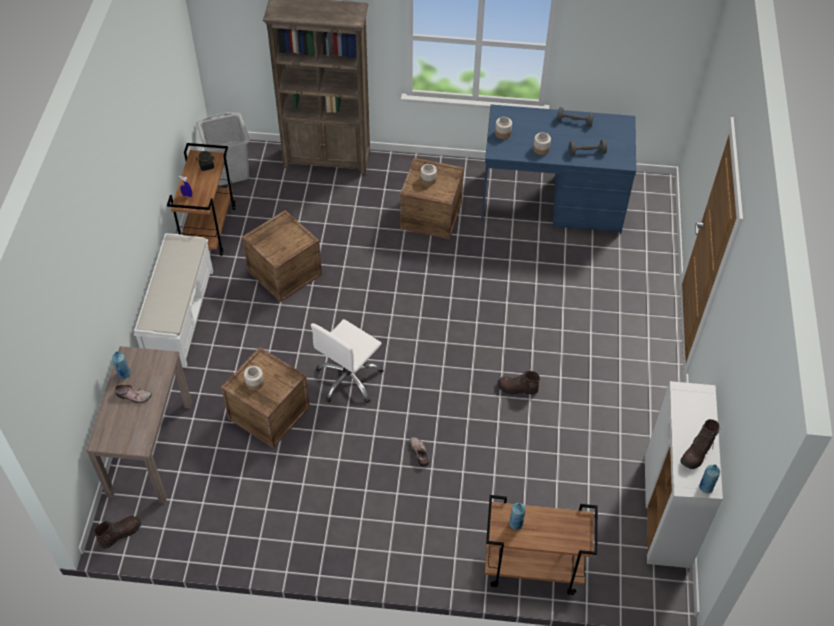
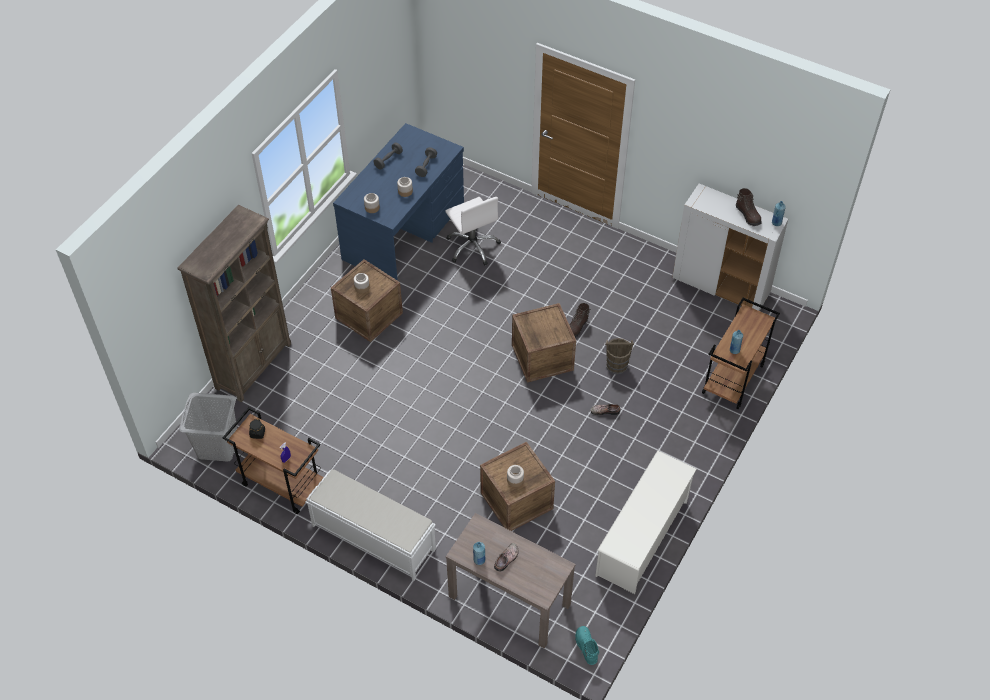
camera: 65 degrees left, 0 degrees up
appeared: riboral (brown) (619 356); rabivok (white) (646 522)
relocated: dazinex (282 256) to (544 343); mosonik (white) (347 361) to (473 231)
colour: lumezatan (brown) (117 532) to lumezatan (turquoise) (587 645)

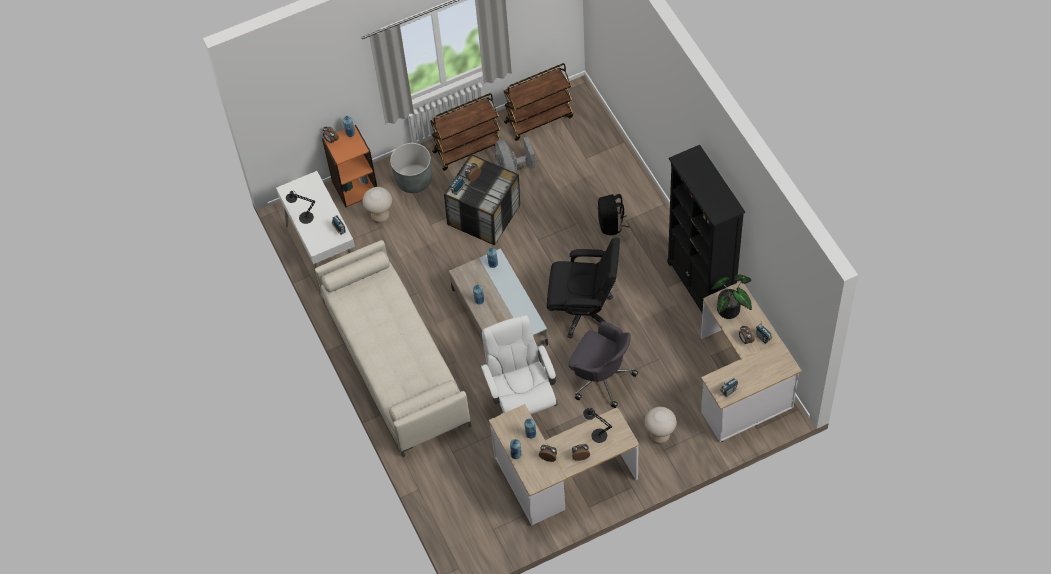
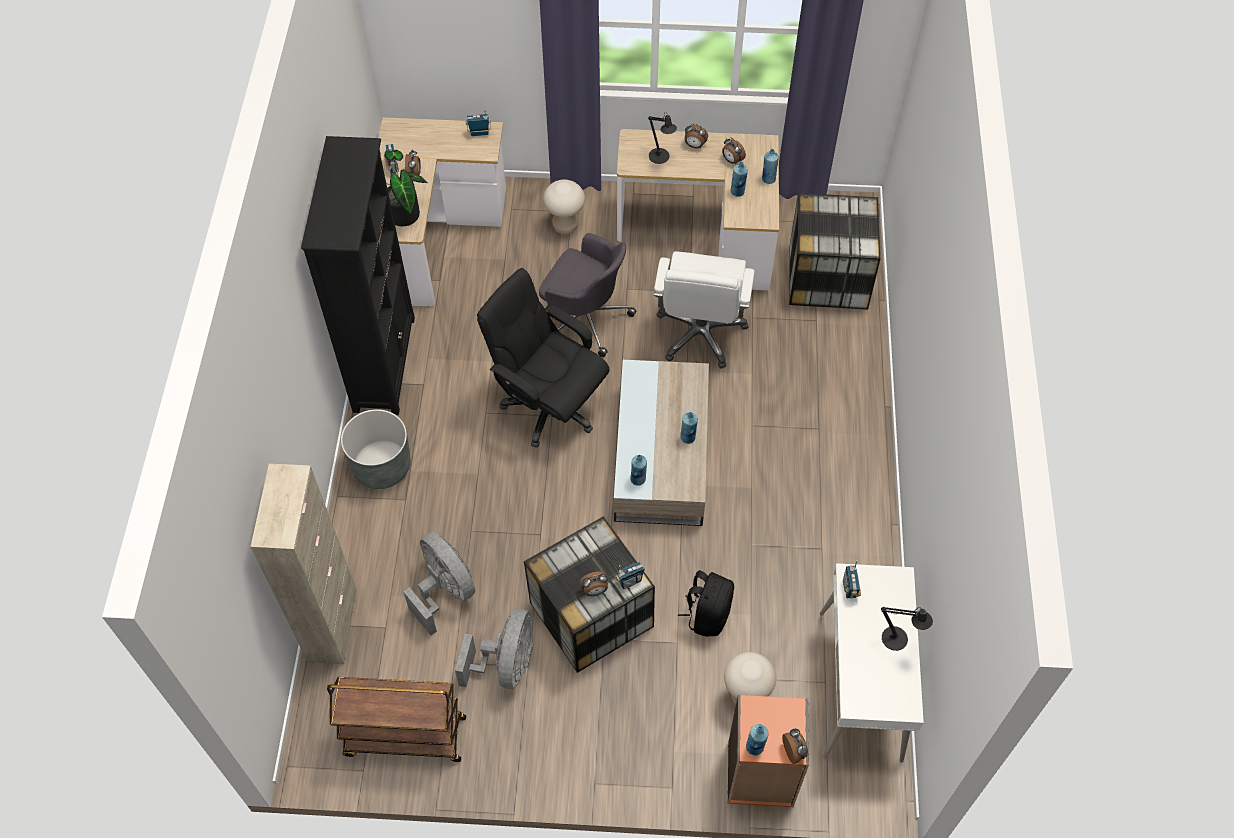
camera: 155 degrees left, 0 degrees up
missing: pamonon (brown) (465 132); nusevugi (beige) (393 348)
appeared: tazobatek (835 251); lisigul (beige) (304 564); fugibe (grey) (439 583)
relocated: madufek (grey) (411 168) to (376 449); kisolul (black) (613 215) to (706 603)
spun: mosonik (grey) (603 364) = (587 295) 150 degrees clockwise

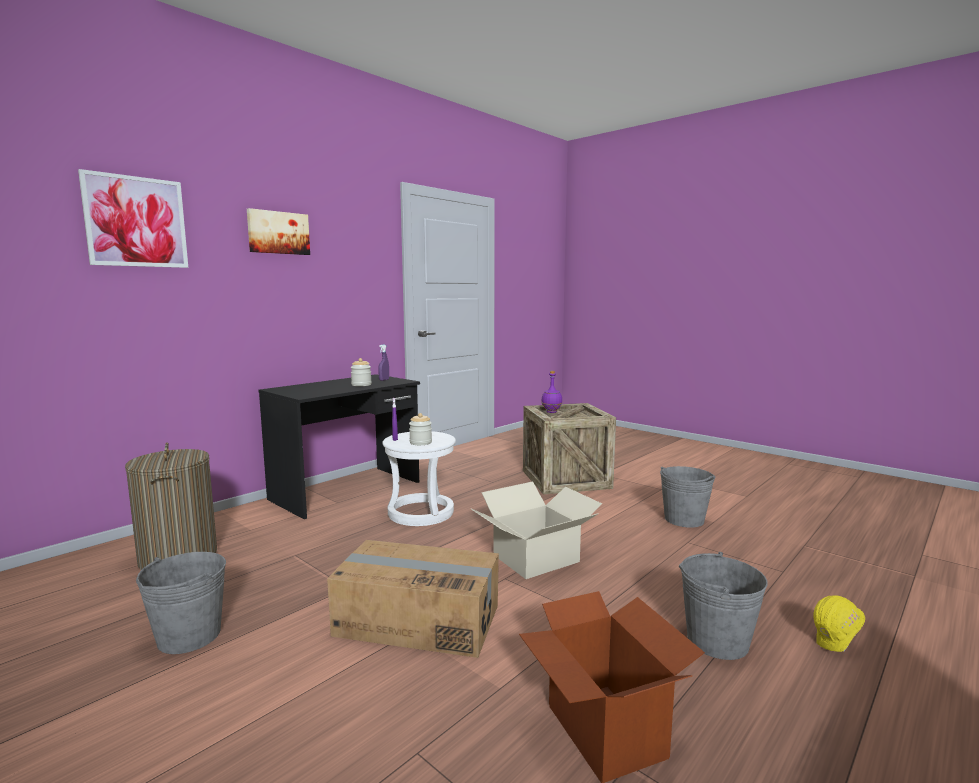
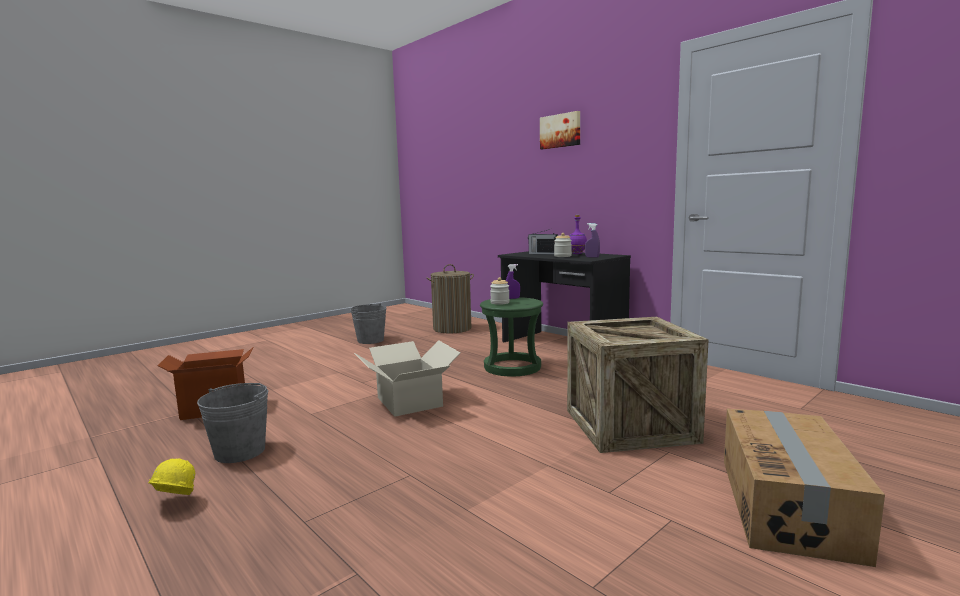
camera: 95 degrees right, 0 degrees up
missing: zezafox (133 218); riboral (grey) (687 497)
appeared: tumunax (543 242)
relocated: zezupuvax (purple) (551 392) to (578 234); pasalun (413 599) to (804 488)
colour: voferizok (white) (419 478) to voferizok (green) (511 337)

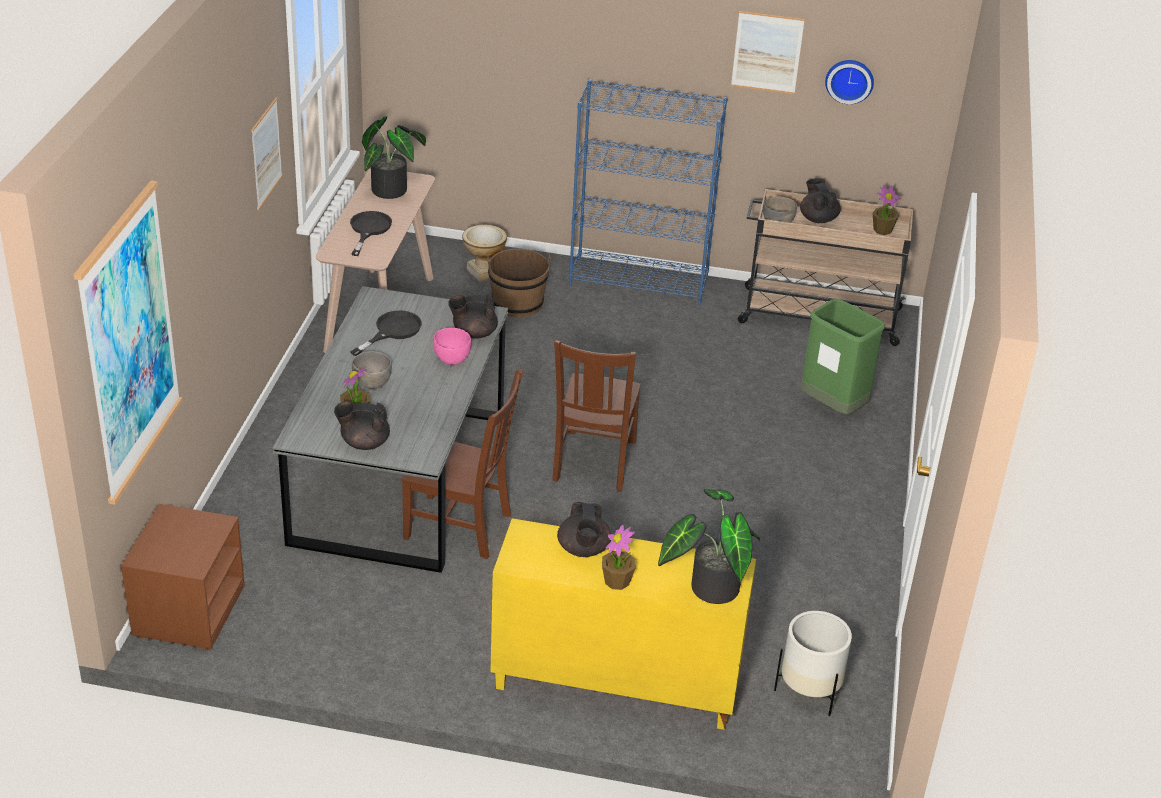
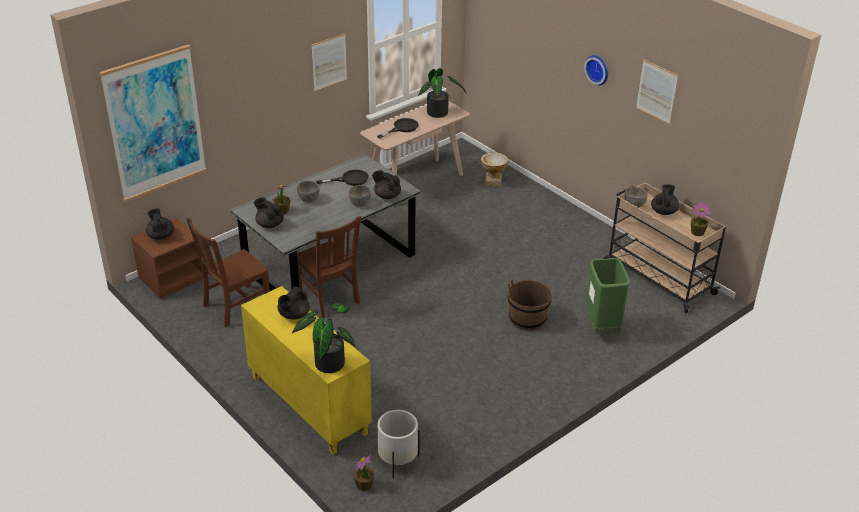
camera: 40 degrees right, 0 degrees up
missing: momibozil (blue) (648 192)
appeared: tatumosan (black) (160 224)
relocated: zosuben (849 82) to (596 70); riboral (brown) (519 283) to (530 305); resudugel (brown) (596 416) to (228 272); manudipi (619 557) to (364 472)
colour: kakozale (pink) (452 346) to kakozale (grey) (360 196)

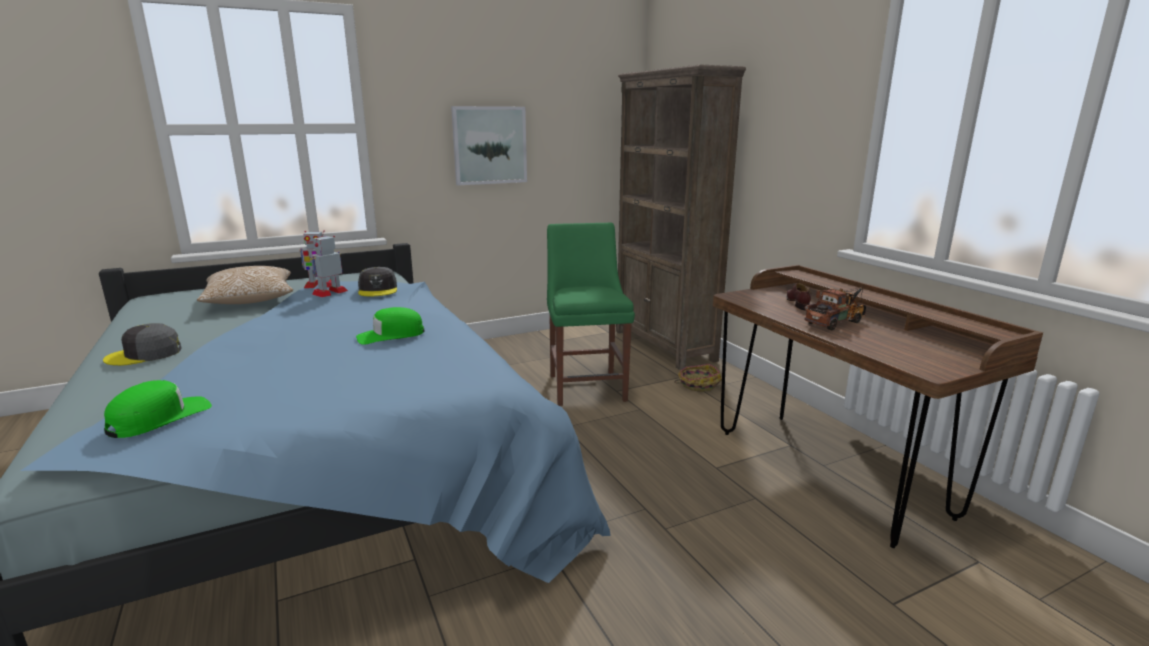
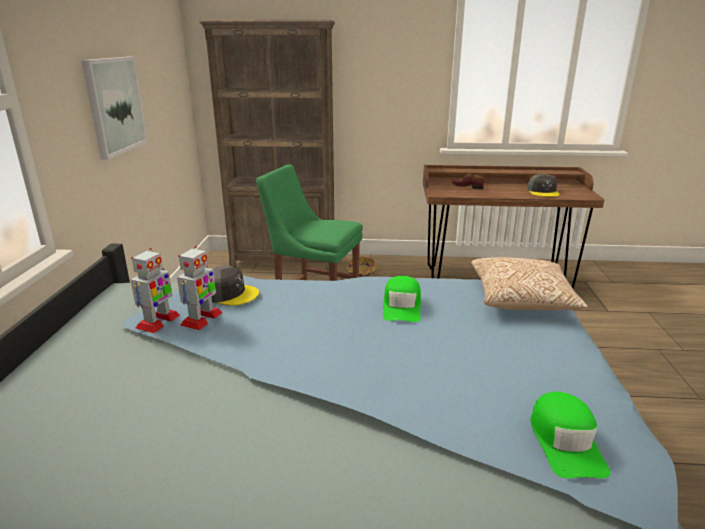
camera: 60 degrees left, 5 degrees up
missing: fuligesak (835 308)
relocated: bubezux (245 285) to (529 283); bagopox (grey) (142 344) to (543 185)
spun: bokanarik (329 266) = (200 288) 135 degrees counterclockwise; bagopox (green) (158 409) = (570 435) 150 degrees counterclockwise

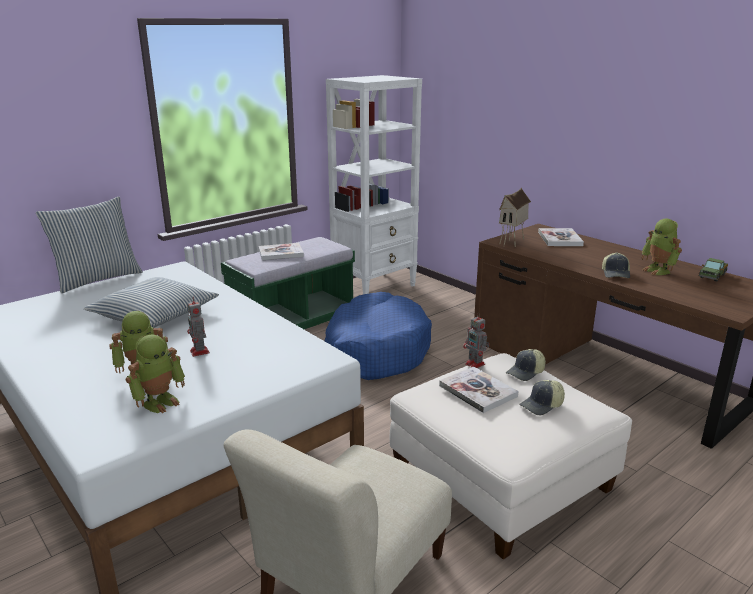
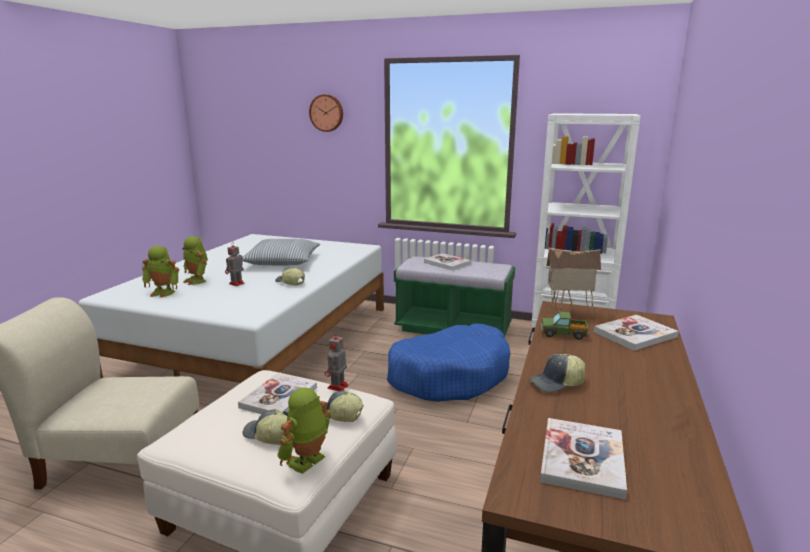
camera: 60 degrees right, 5 degrees down
missing: bubezux (89 244)
appeared: zosuben (326 113); bagopox (290 276); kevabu (583 459)
relocated: bokanarik (662 247) to (304 431); fuligesak (713 269) to (565 325)

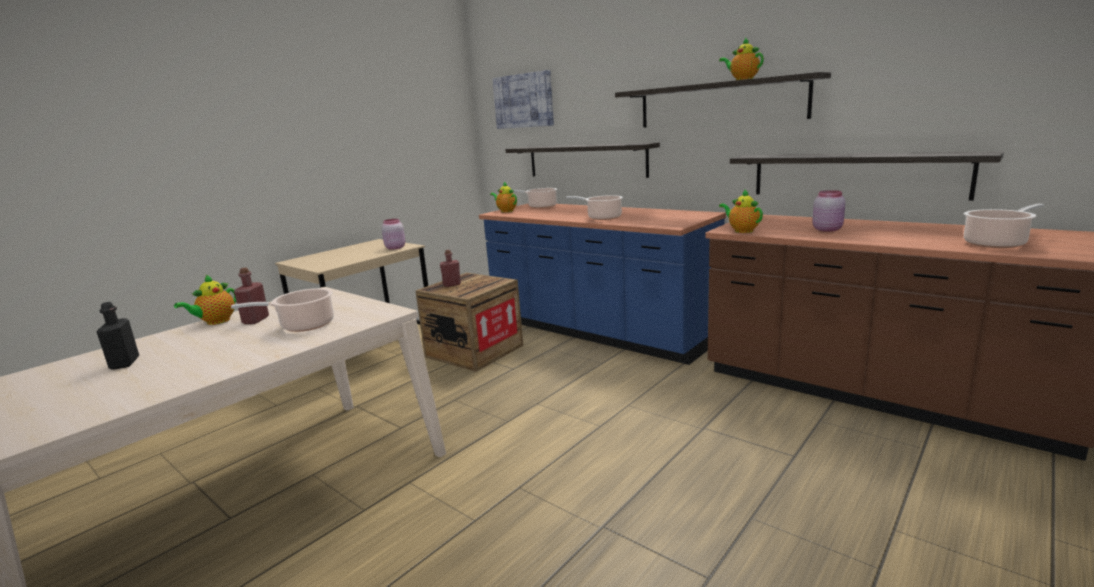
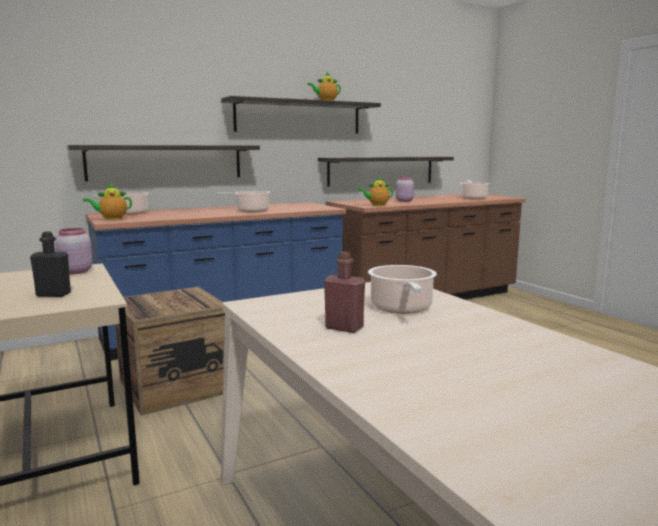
camera: 70 degrees left, 5 degrees down
missing: zezafox (523 99); zezupuvax (red) (450 268); tatumosan (205 300)
relocated: zezupuvax (black) (117 336) to (50 264)

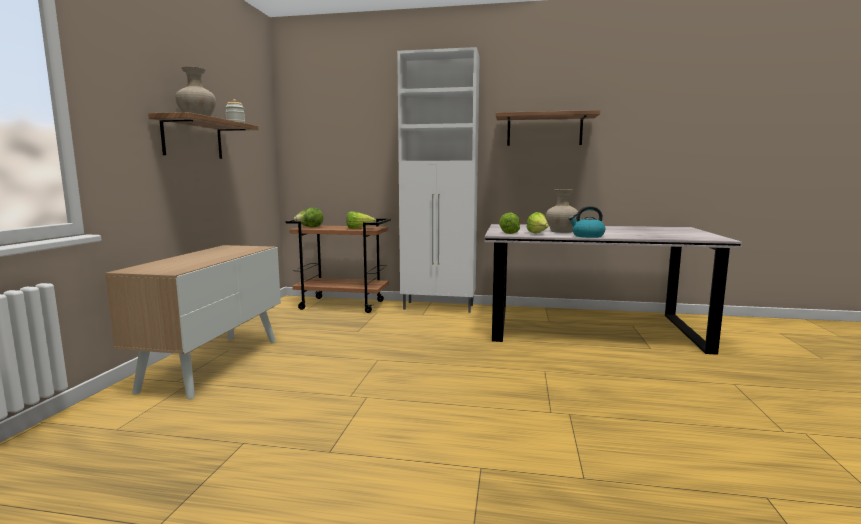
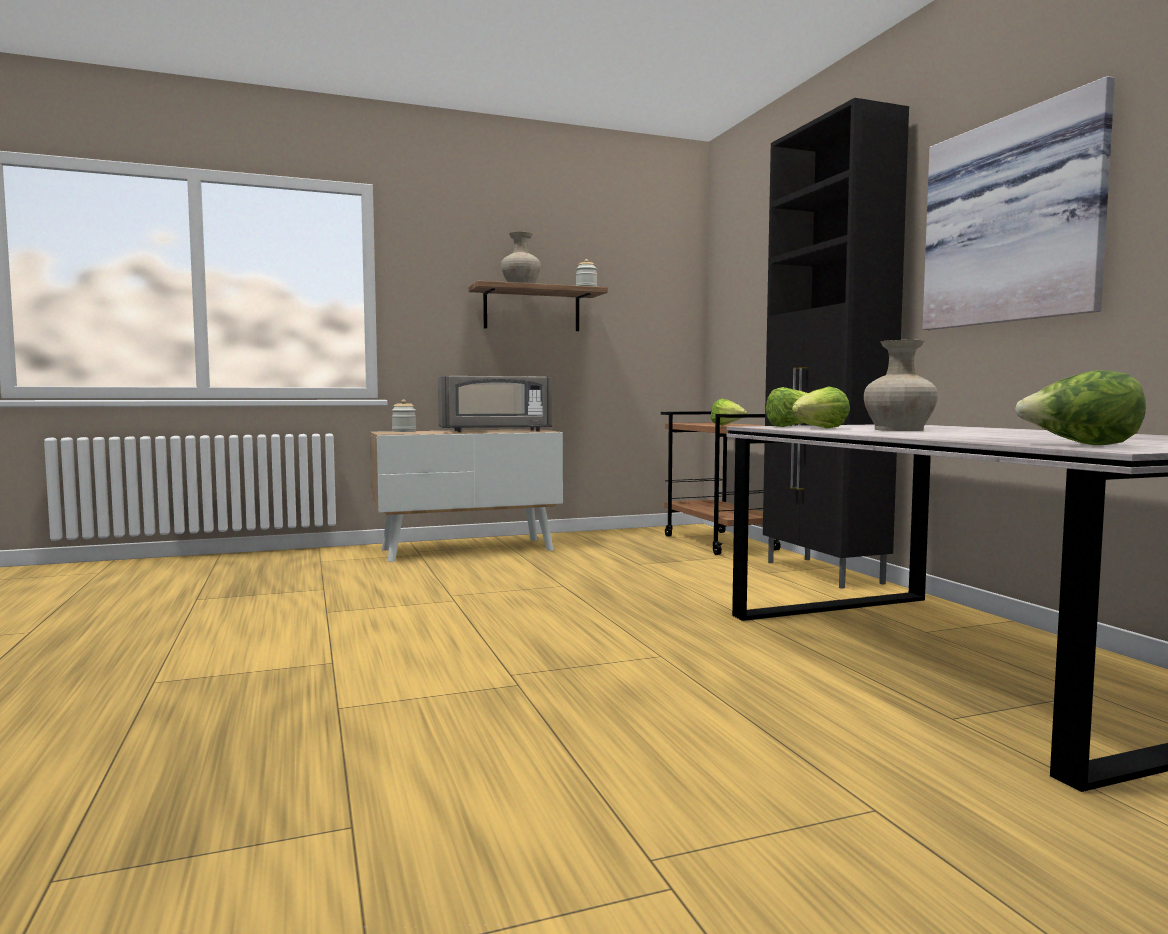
camera: 60 degrees right, 5 degrees down
missing: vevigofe (587 222)
appeared: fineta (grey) (495 404); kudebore (404 415)
relocated: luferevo (308 218) to (1080 407)
exchanged: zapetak (548 128) to zezafox (1019 203)
colour: lisigul (white) (438 180) to lisigul (black) (836 343)

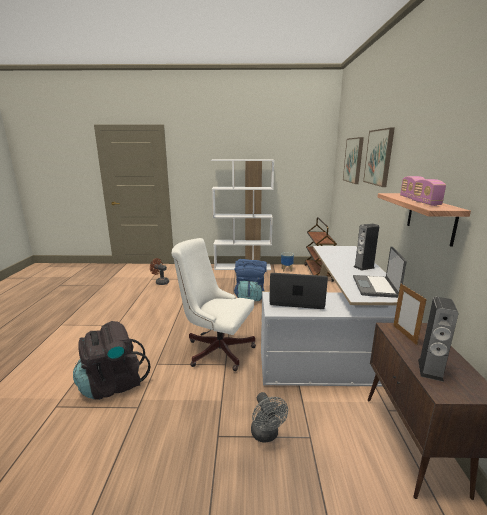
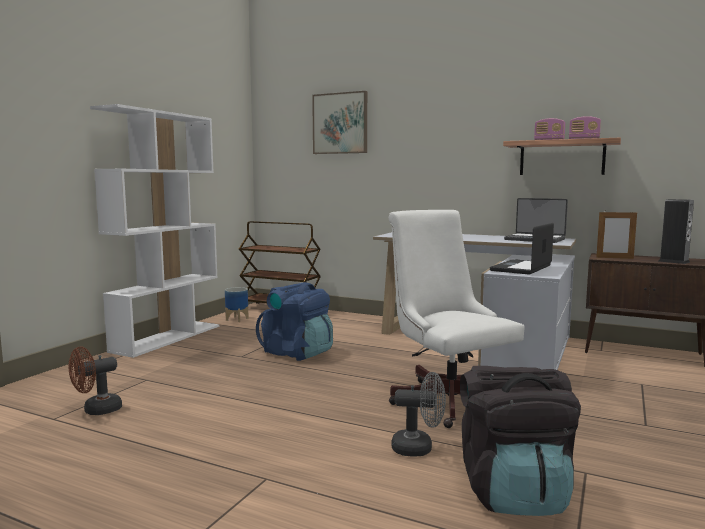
camera: 65 degrees left, 10 degrees down
missing: zezafox (379 157); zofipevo (366 247)
relocated: fugibe (grey) (269 417) to (418 414)
spun: mosonik (white) (214 304) = (457 319) 105 degrees clockwise

